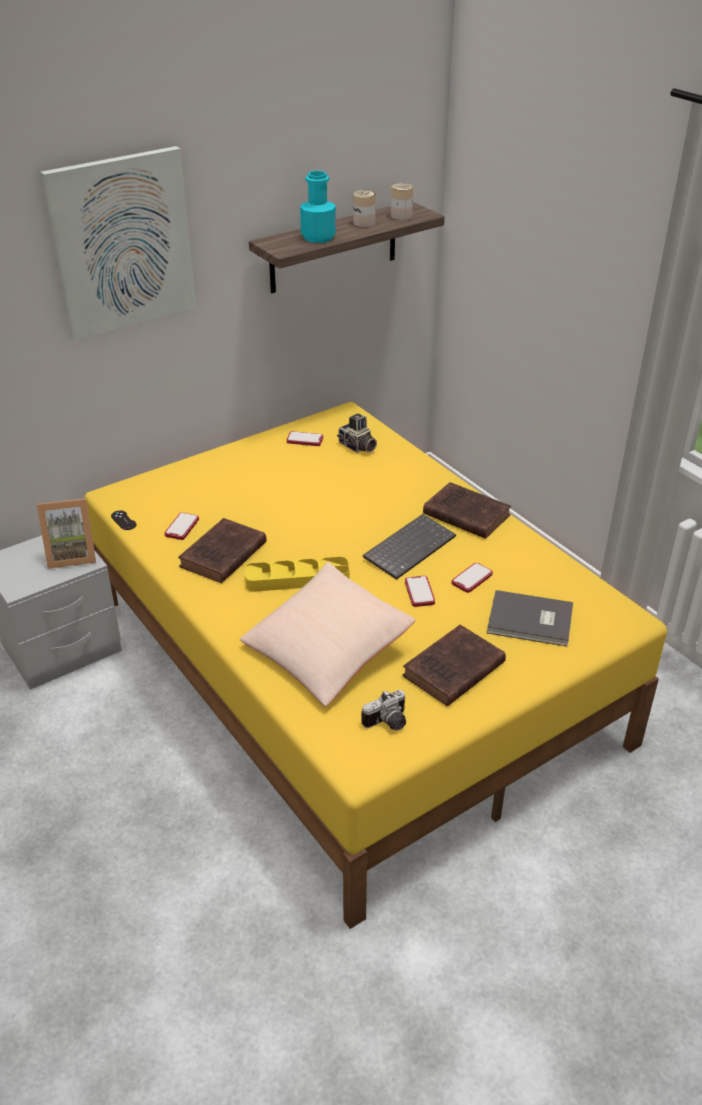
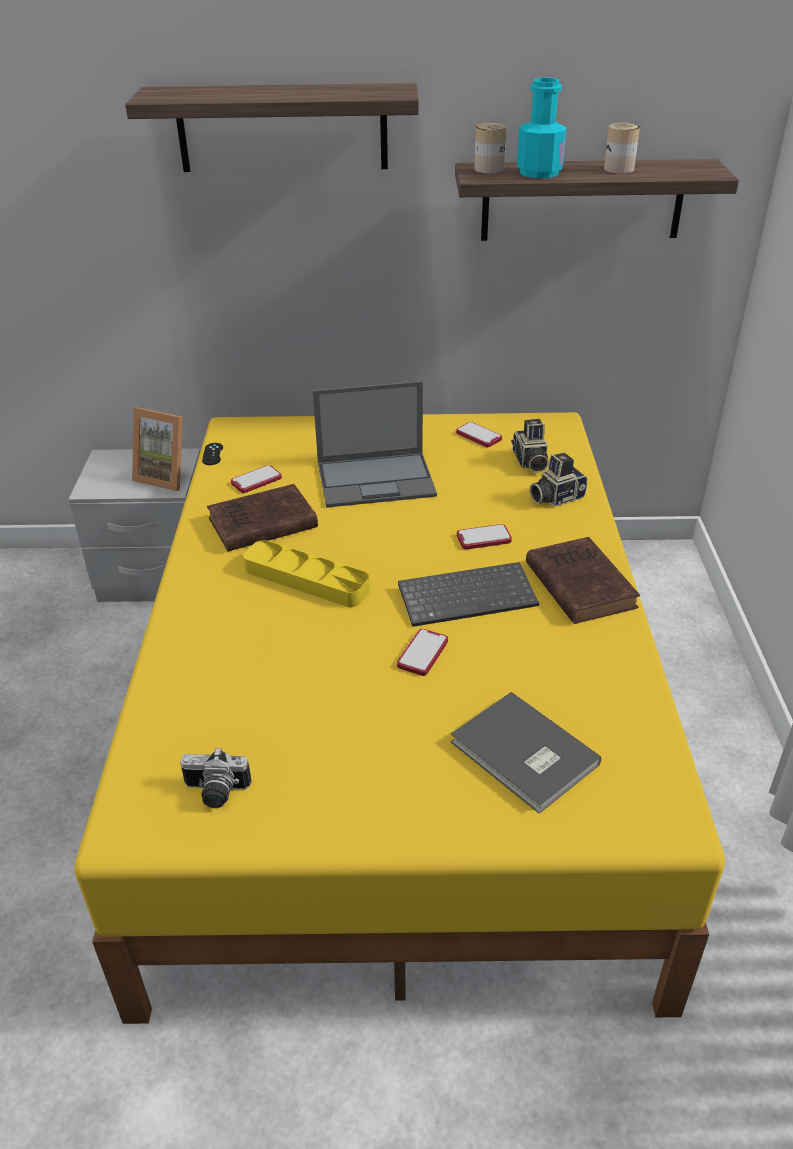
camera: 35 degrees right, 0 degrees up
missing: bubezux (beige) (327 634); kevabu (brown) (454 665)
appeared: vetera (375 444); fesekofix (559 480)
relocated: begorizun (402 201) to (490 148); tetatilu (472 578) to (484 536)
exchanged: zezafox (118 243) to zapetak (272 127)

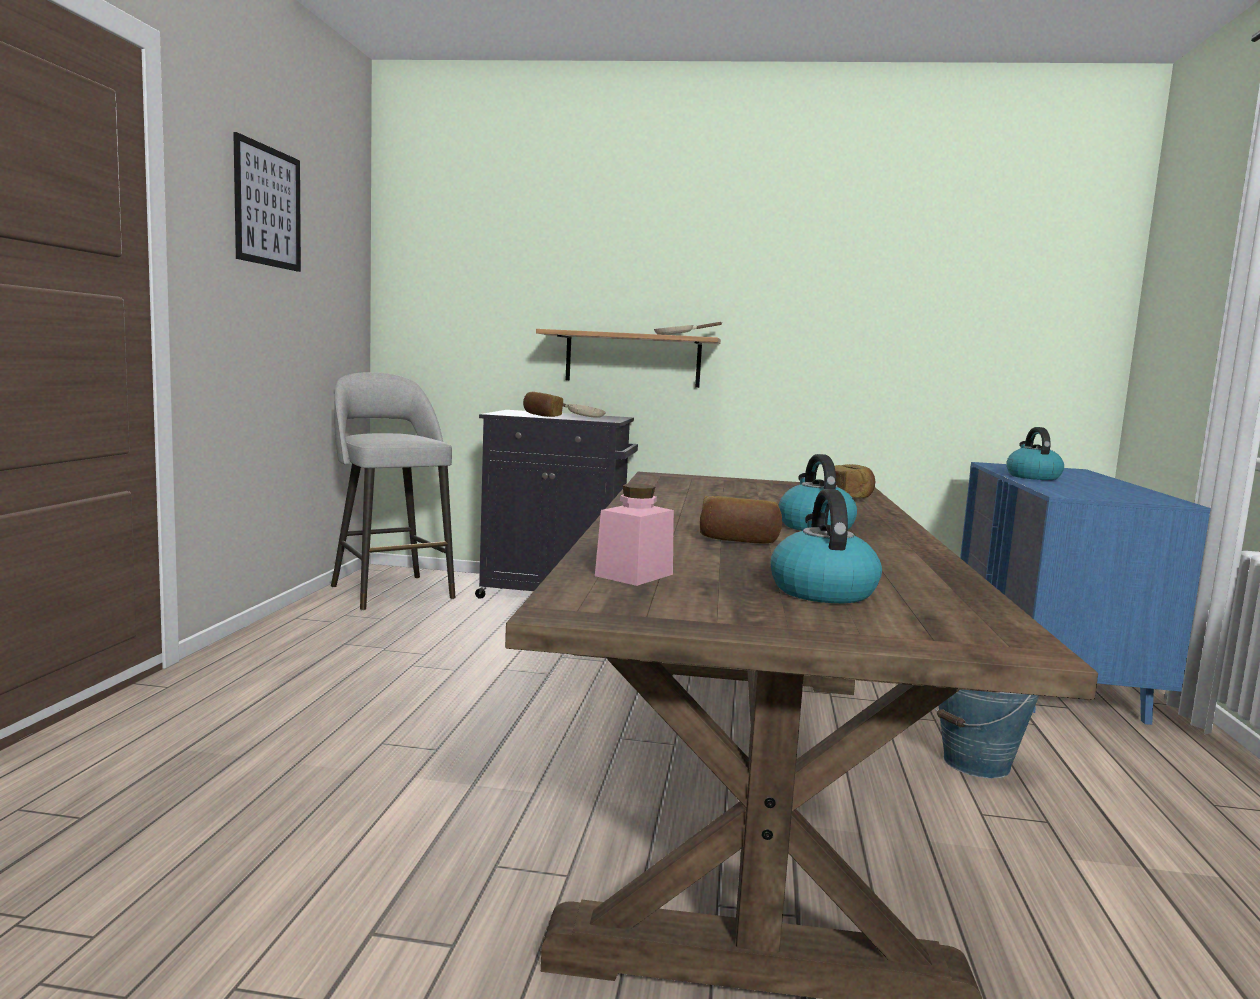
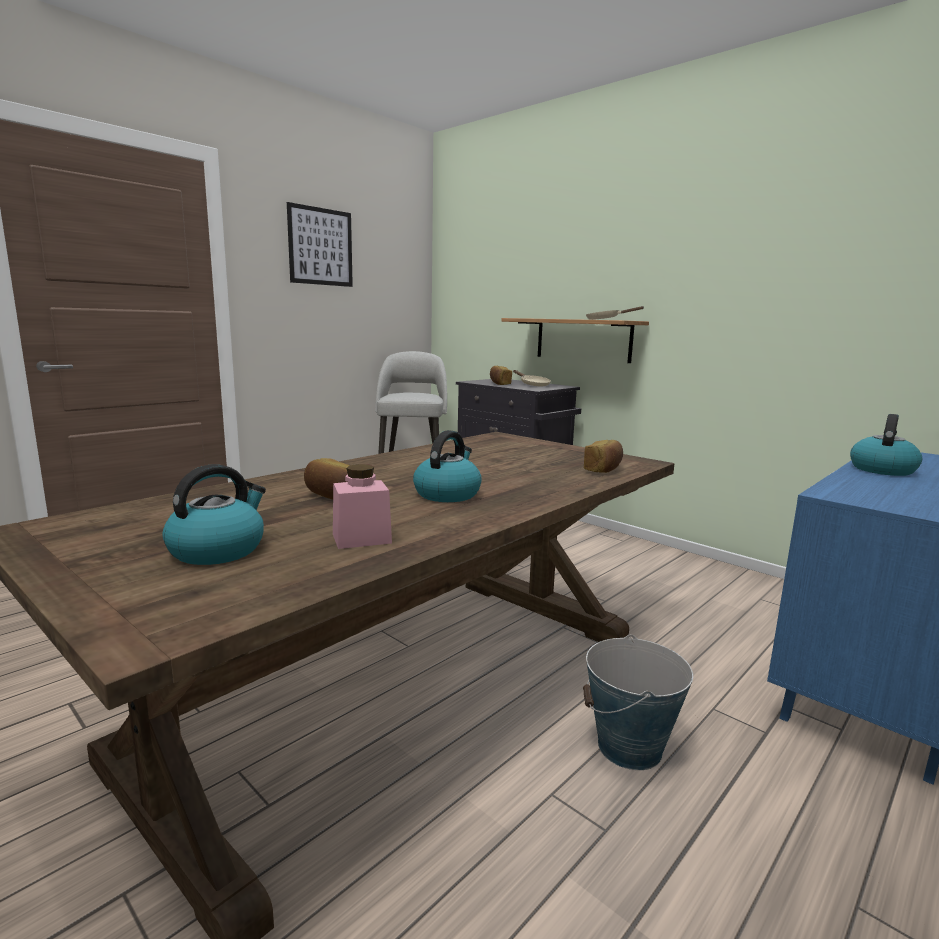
camera: 35 degrees right, 5 degrees up
relocated: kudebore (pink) (634 535) to (362 506)

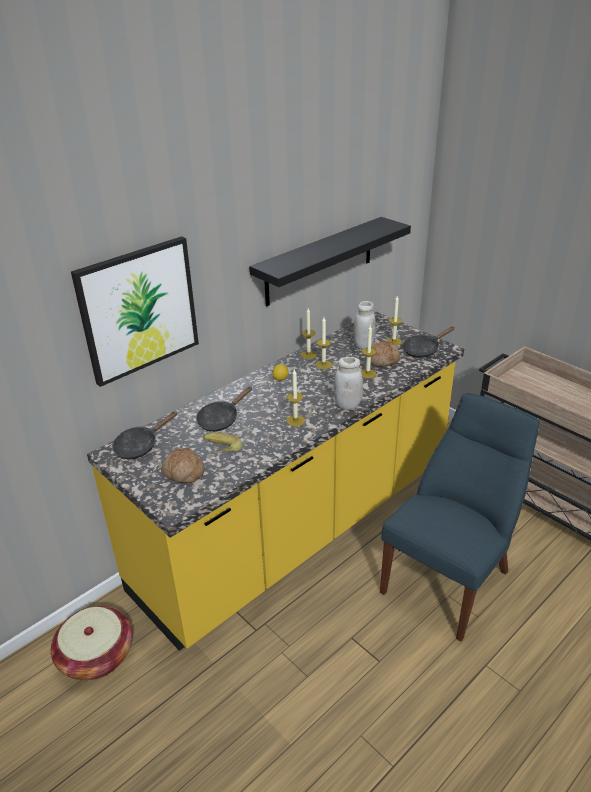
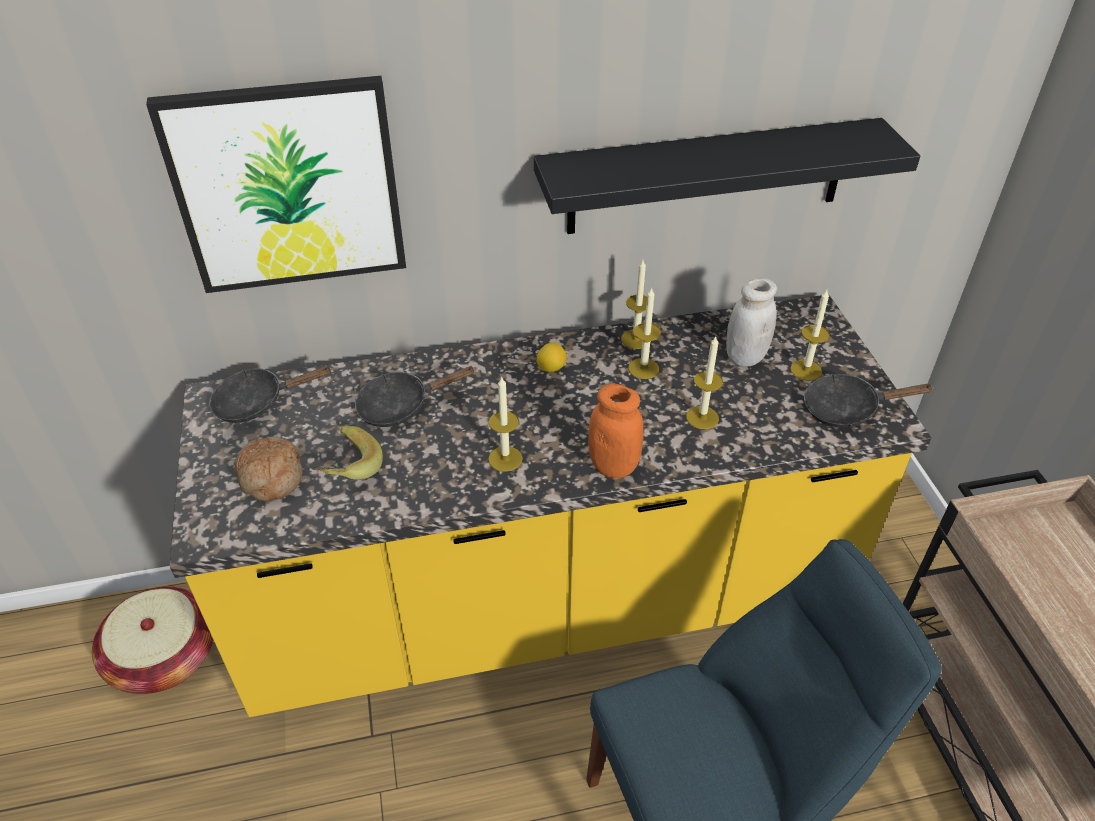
camera: 30 degrees right, 10 degrees up
missing: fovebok (383 353)
colour: kudebore (white) (348 383) to kudebore (orange) (616 431)

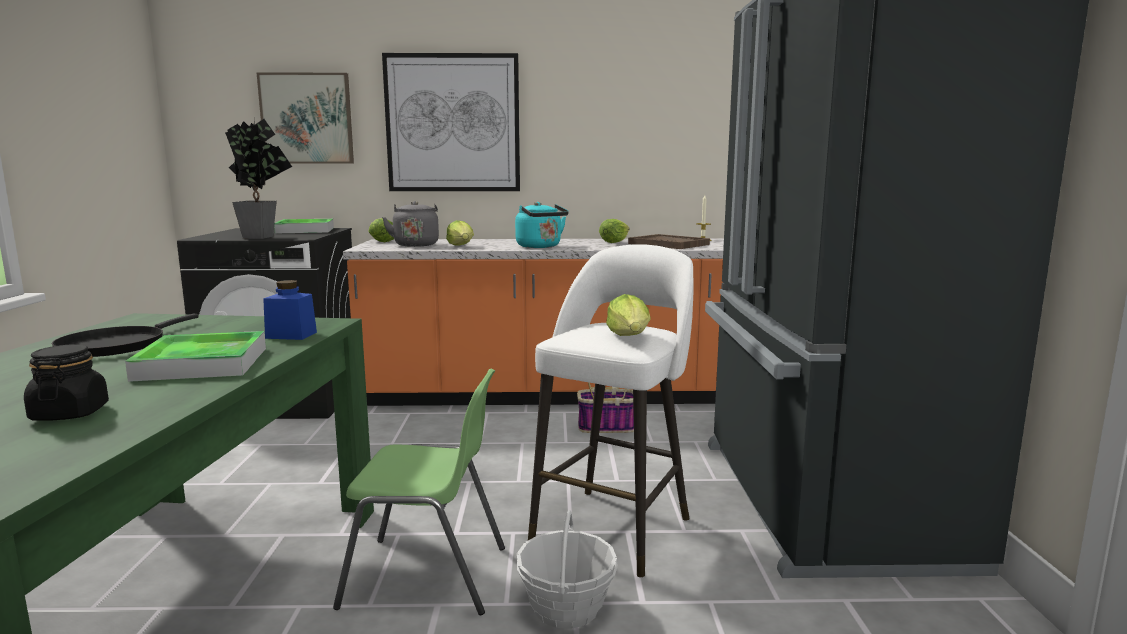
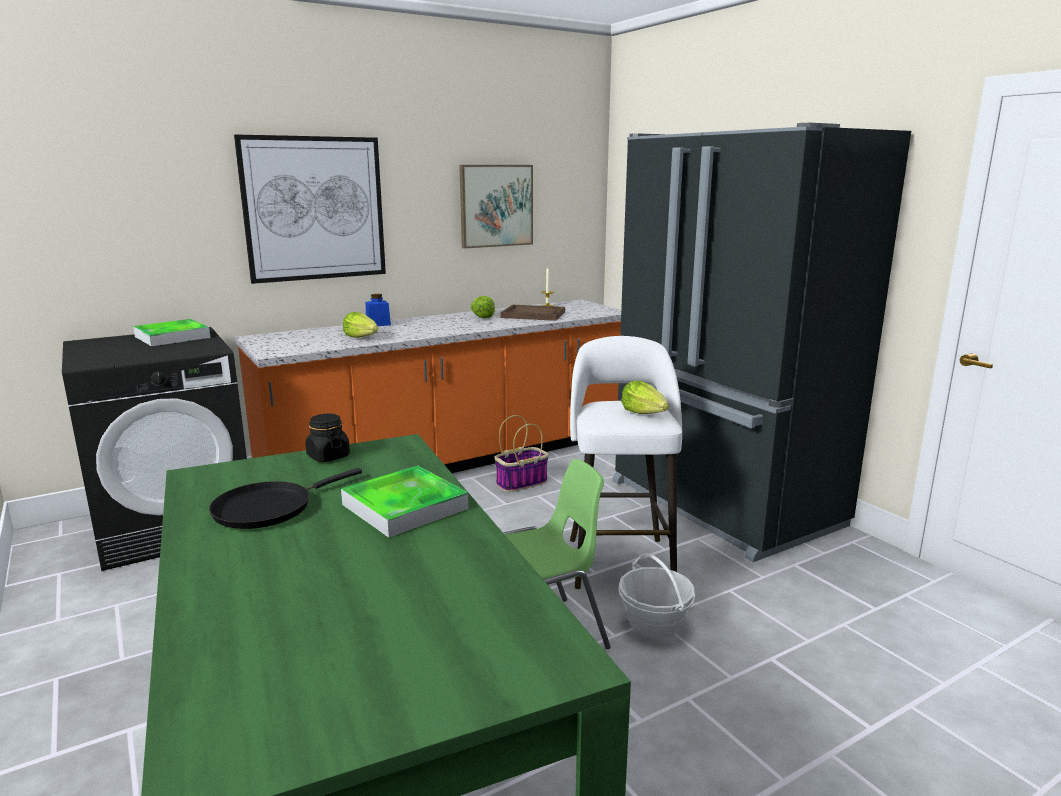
camera: 30 degrees left, 5 degrees up
missing: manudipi (258 178); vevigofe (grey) (410 224); vevigofe (turquoise) (542 225); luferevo (381 230)
relocated: zezafox (305 118) to (496 207); kudebore (blue) (290 310) to (378 310); kudebore (black) (66 382) to (327 437)
spun: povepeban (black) (125 335) = (285 498) 60 degrees clockwise

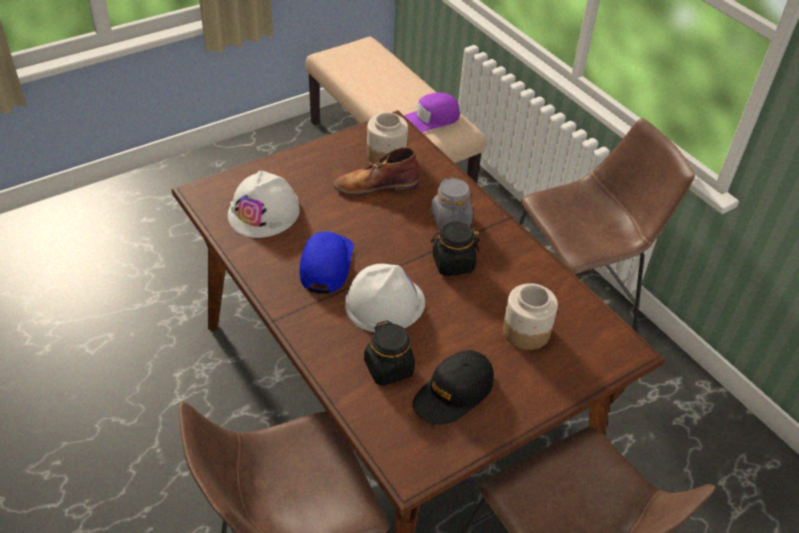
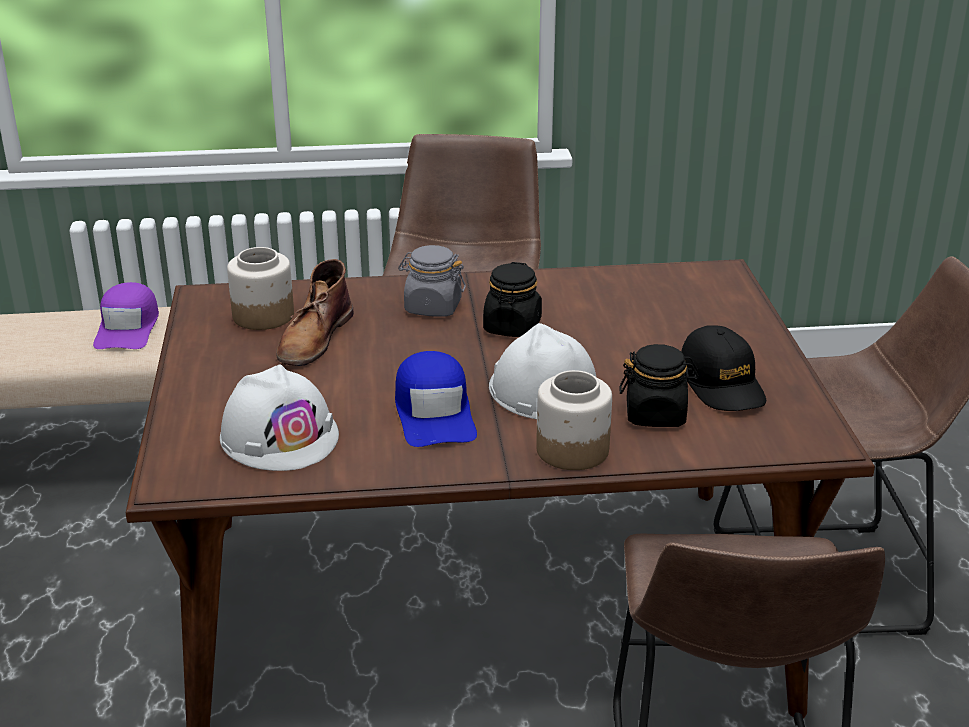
camera: 60 degrees left, 15 degrees down
relocated: kudebore (530 316) to (574 420)
spun: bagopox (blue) (327 262) = (436 399) 135 degrees counterclockwise

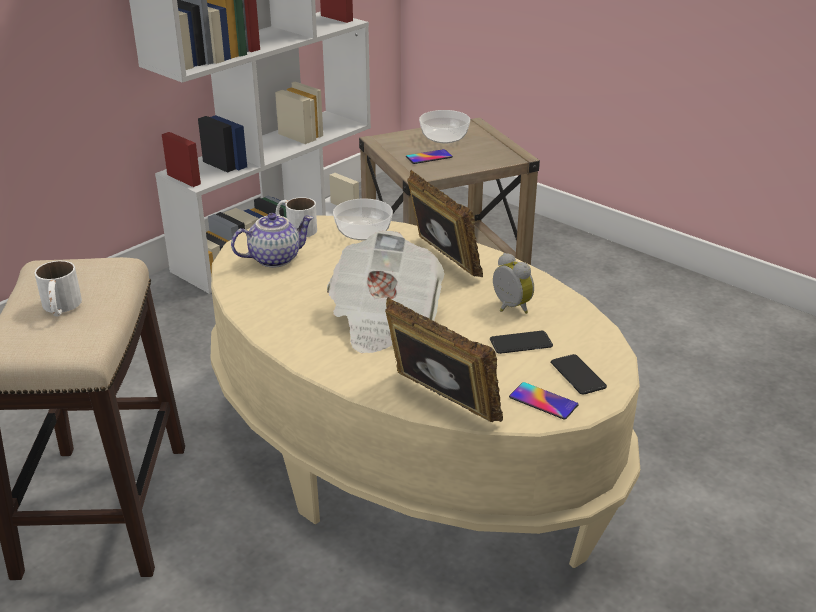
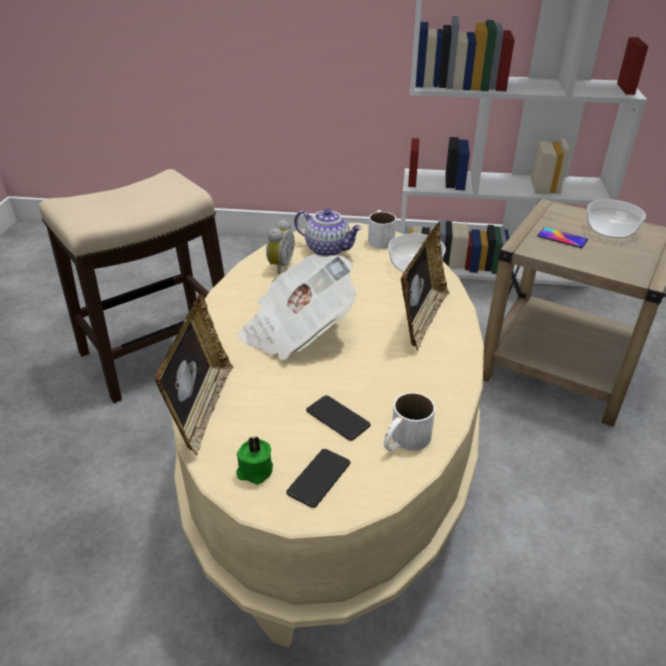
camera: 55 degrees right, 5 degrees up
relocated: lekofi (513 283) to (280 246); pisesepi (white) (58 289) to (409 421)
exchanged: tetatilu (543 401) to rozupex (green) (254 460)

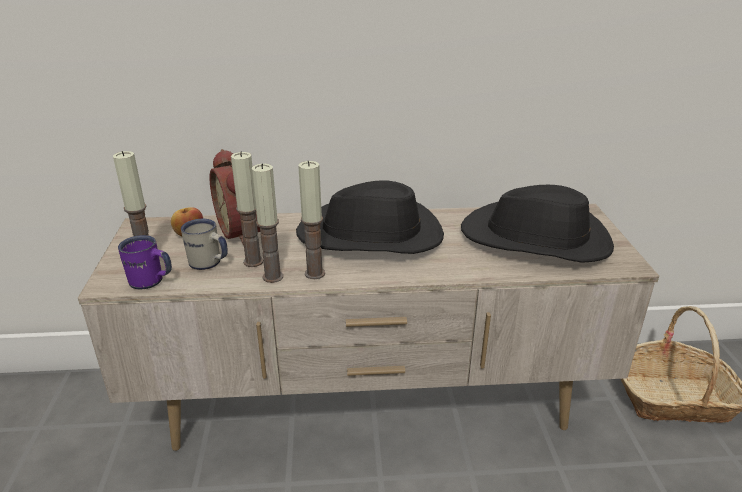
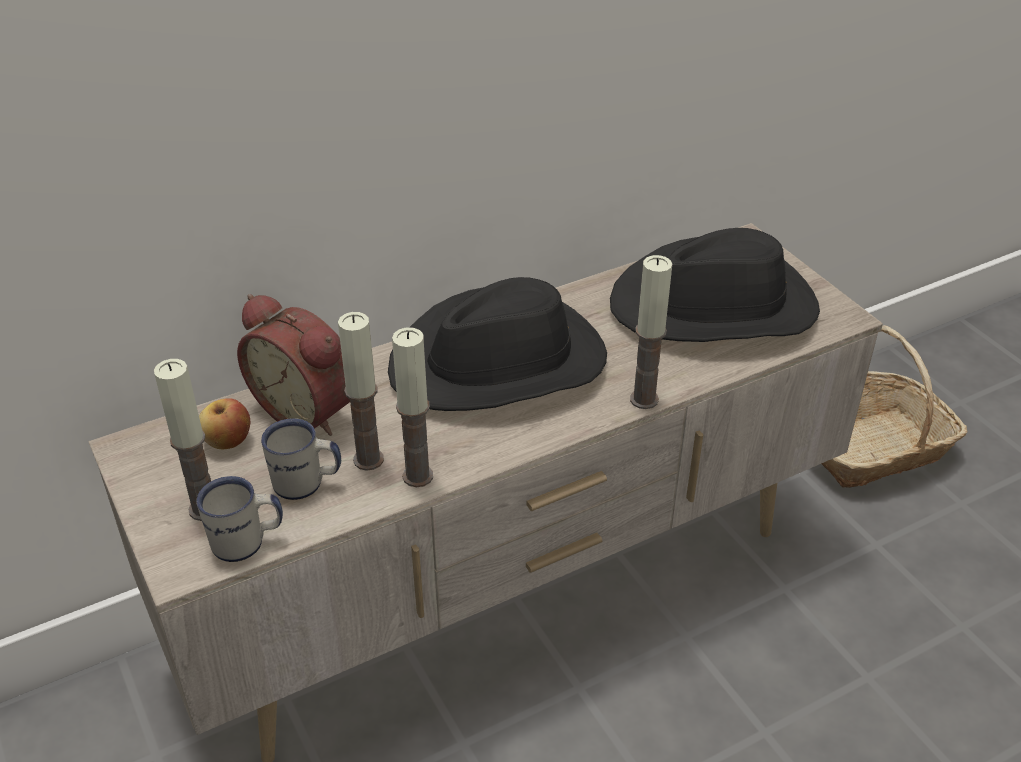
camera: 25 degrees left, 10 degrees up
relocated: rozupex (311 220) to (651 332)
colour: pisesepi (purple) (145 262) to pisesepi (white) (239 519)

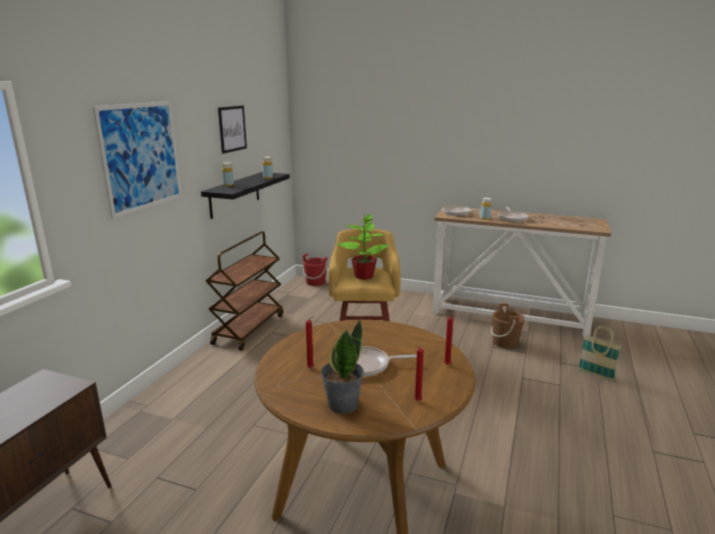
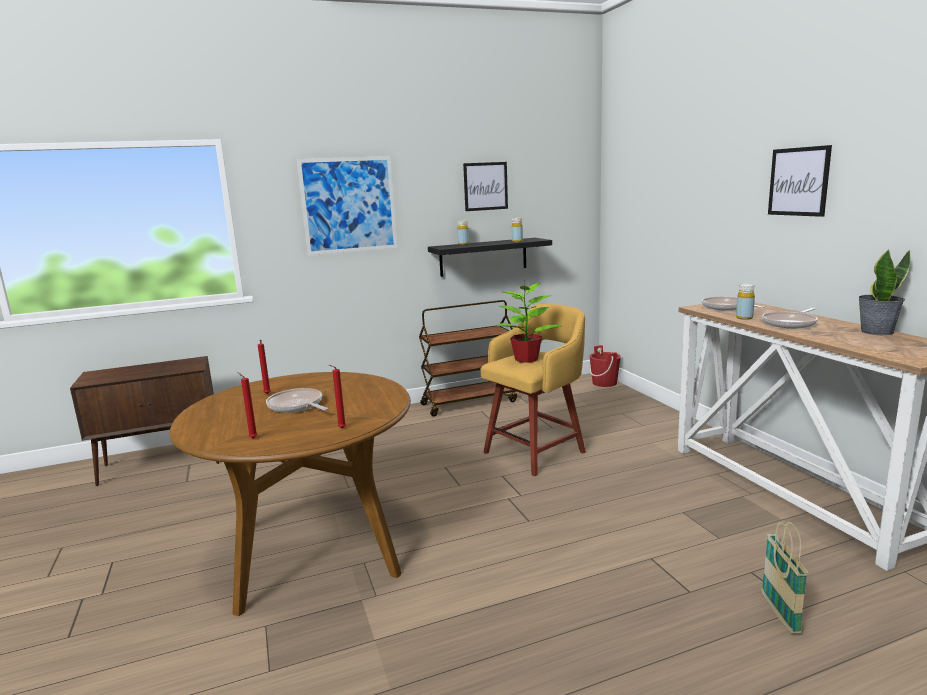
camera: 50 degrees right, 5 degrees down
missing: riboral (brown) (508 326)
appeared: zezafox (800 181)
relocated: manudipi (342 366) to (884 292)

